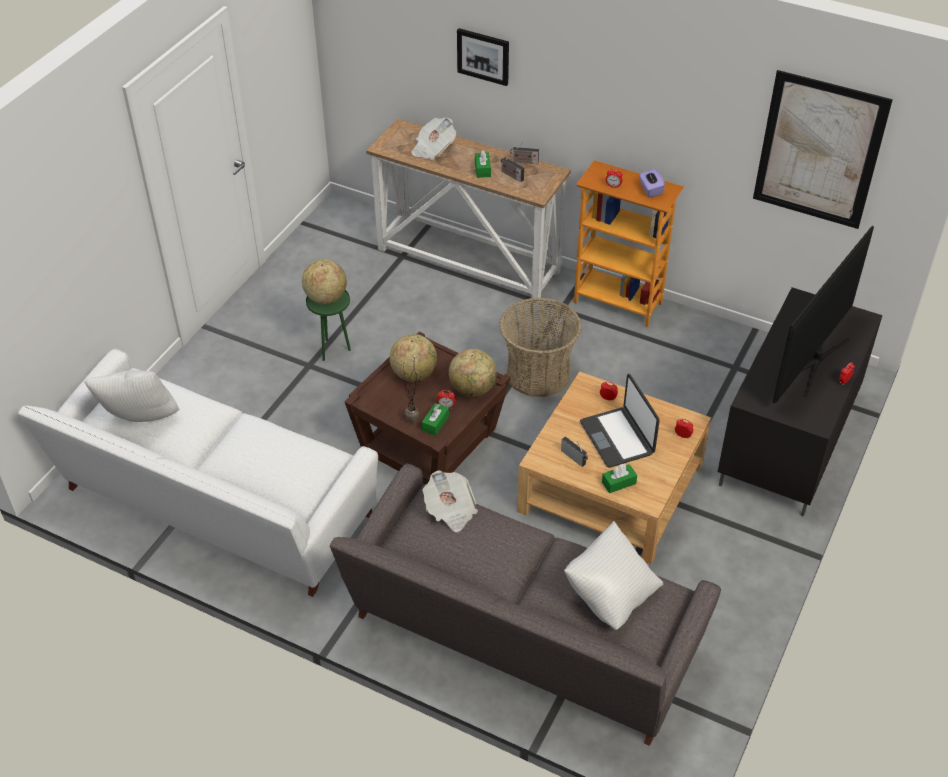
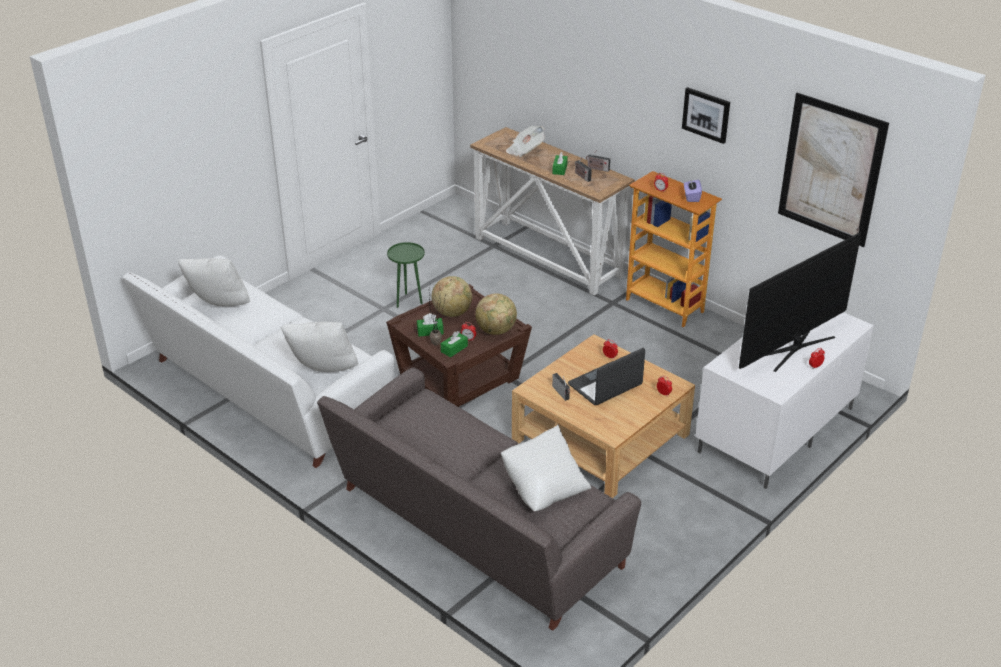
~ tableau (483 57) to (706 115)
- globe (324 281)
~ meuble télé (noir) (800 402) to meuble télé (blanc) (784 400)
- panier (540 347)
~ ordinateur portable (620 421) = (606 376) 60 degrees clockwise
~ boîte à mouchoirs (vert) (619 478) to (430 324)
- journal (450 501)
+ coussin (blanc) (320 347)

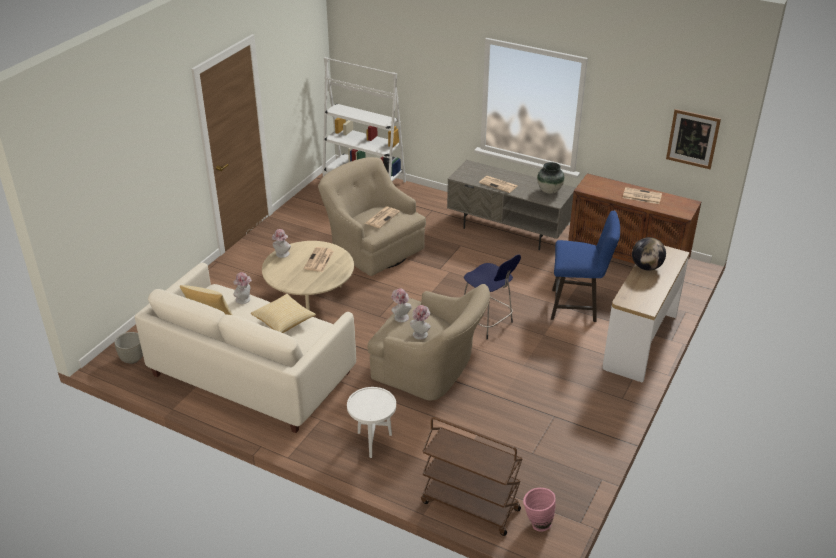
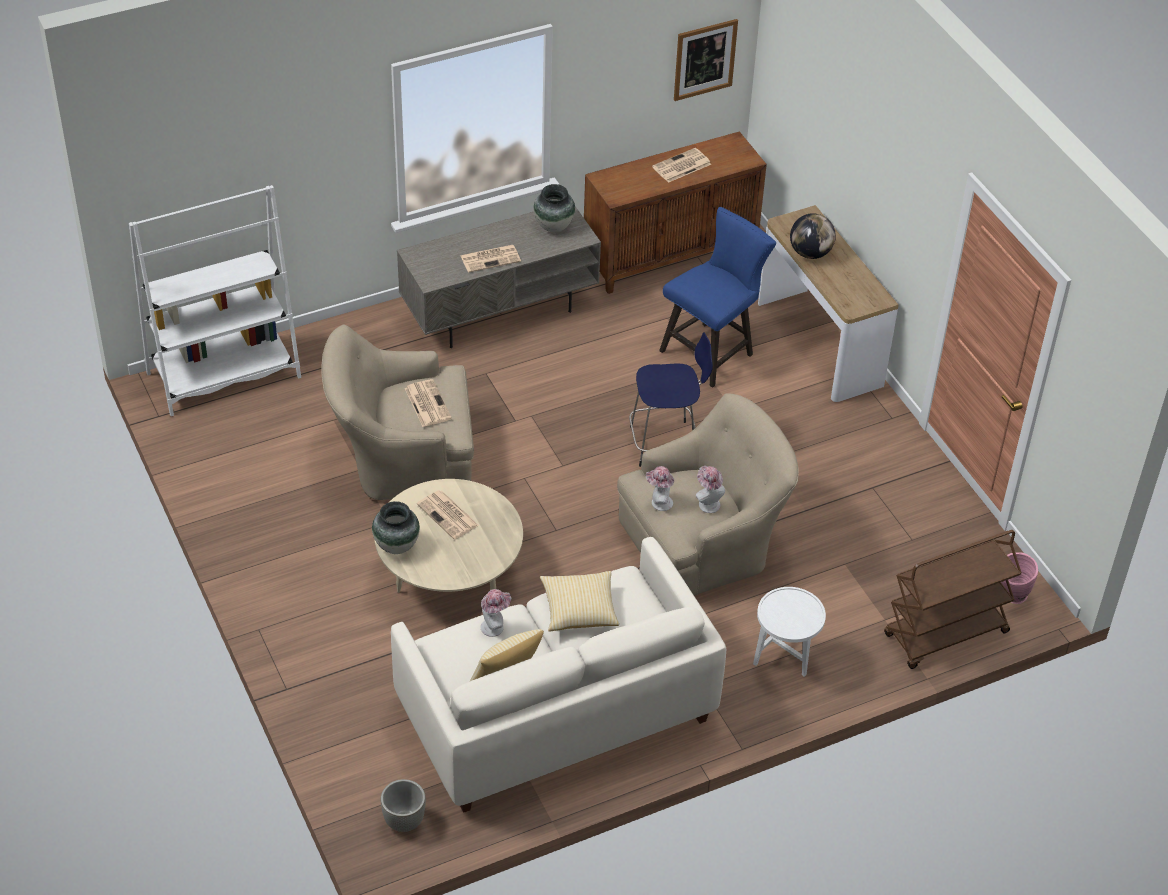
~ chapeau (281 243) to vase (396 527)

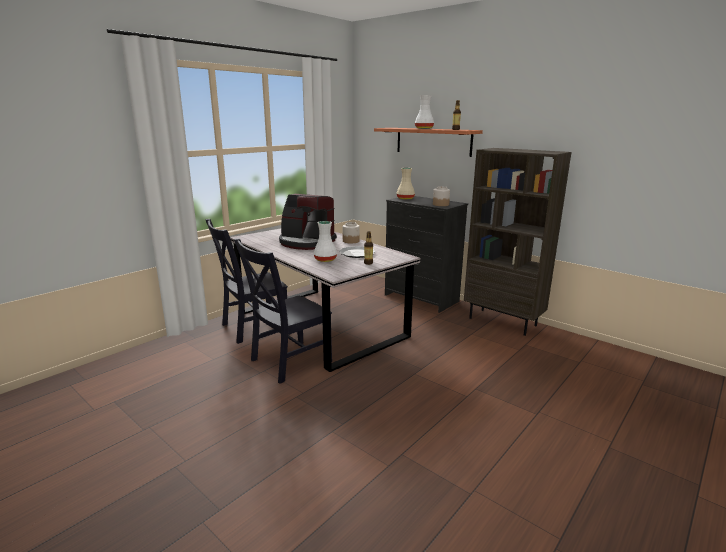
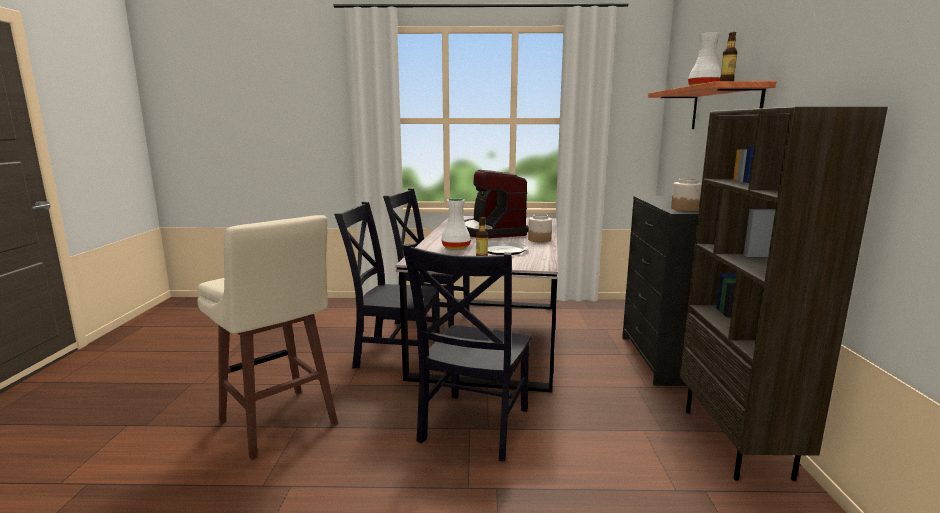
- vase (beige) (406 184)
+ tabouret (beige) (267 337)
+ chaise (noir) (466 352)

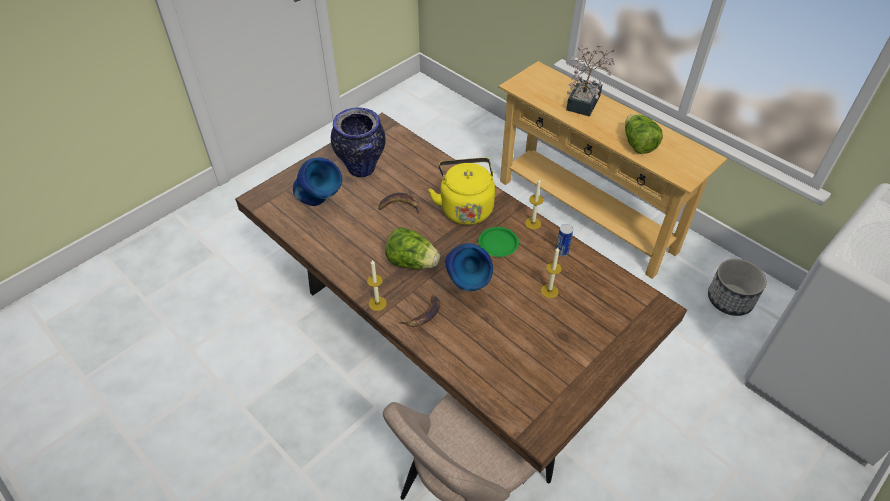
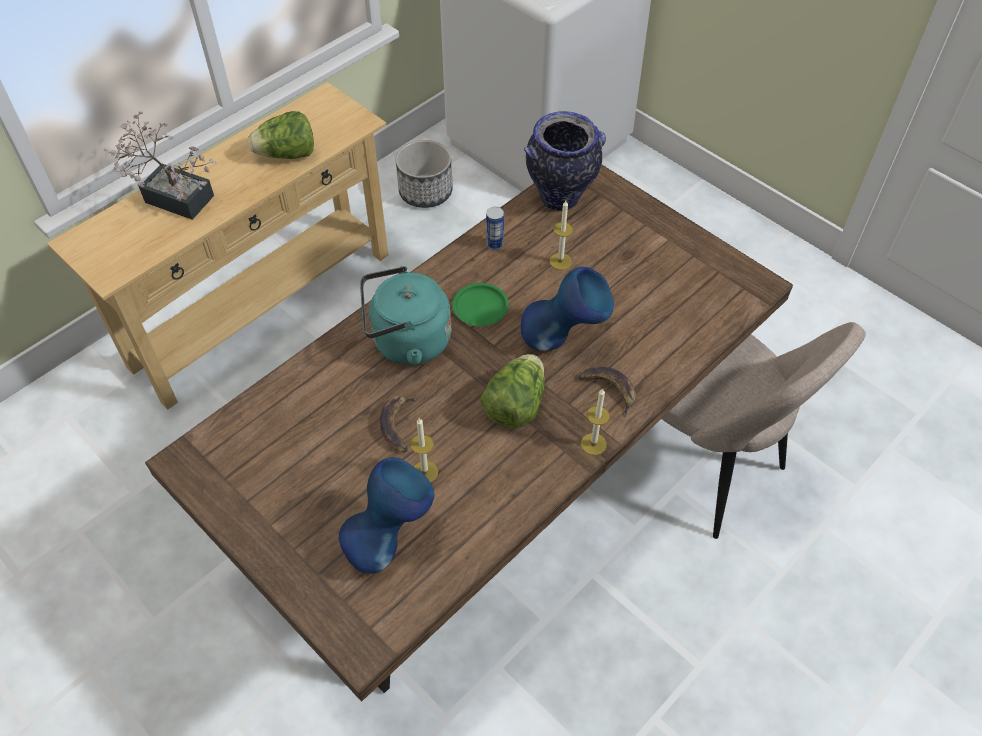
~ vase (358 142) to (565 161)
~ bouilloire (jaune) (461 191) to bouilloire (turquoise) (405 315)
~ bougie (534 203) to (424 450)

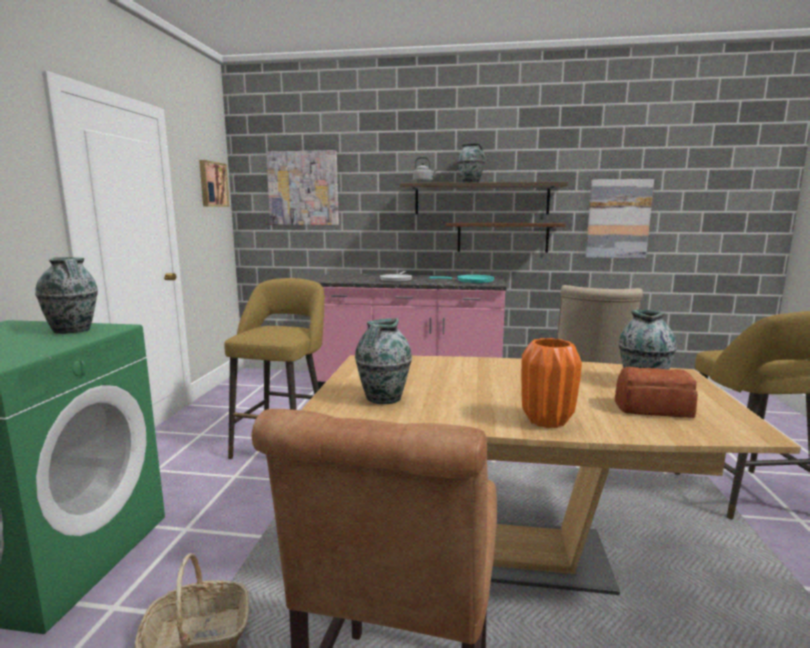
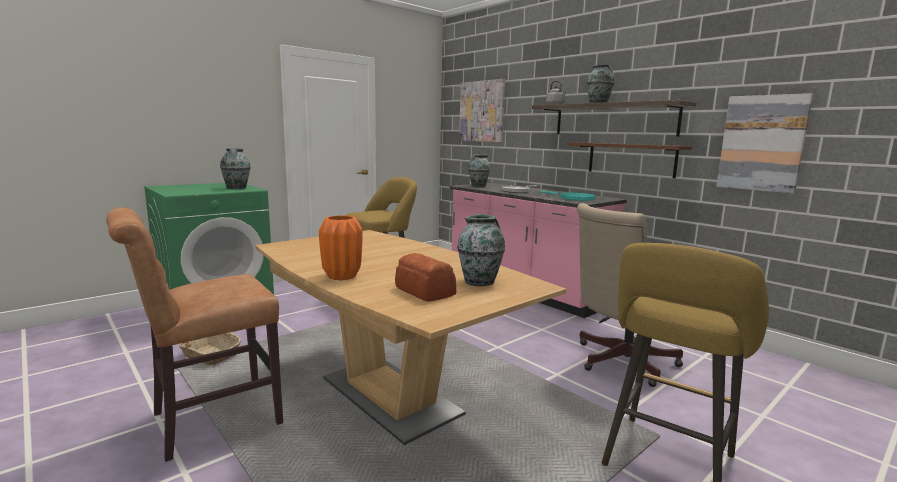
- tableau (214 183)
~ vase (383 361) to (479 170)

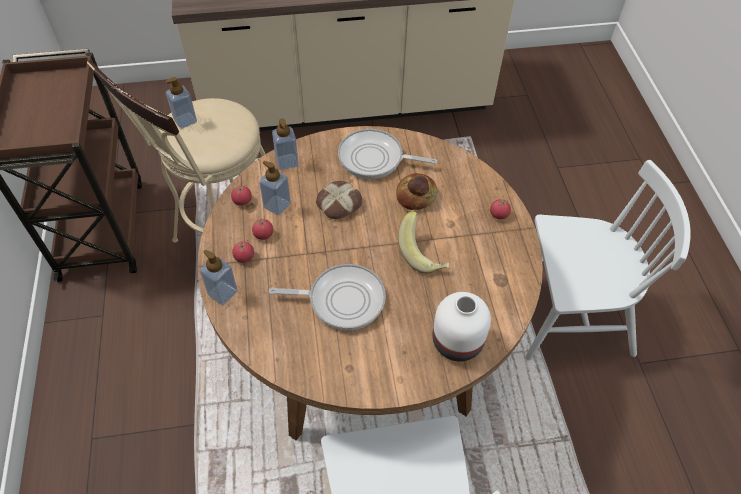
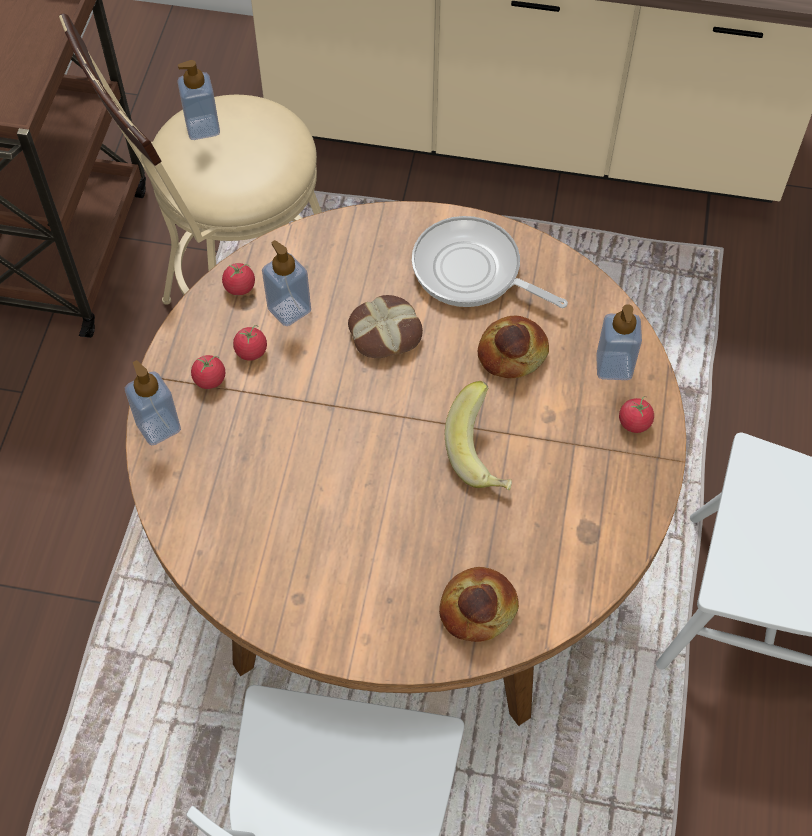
~ distributeur de savon (285 144) to (619 342)
- poêle (327 297)
~ vase (blanc) (461 326) to pain (479 604)

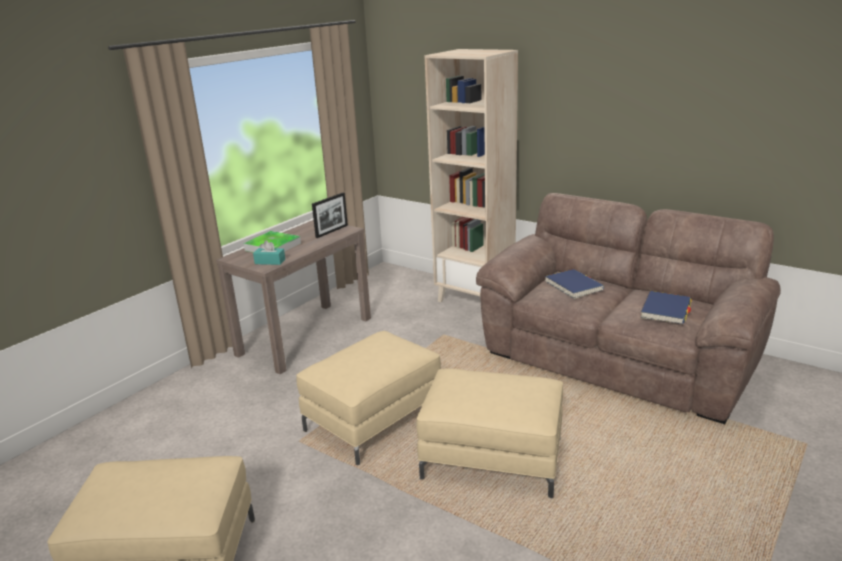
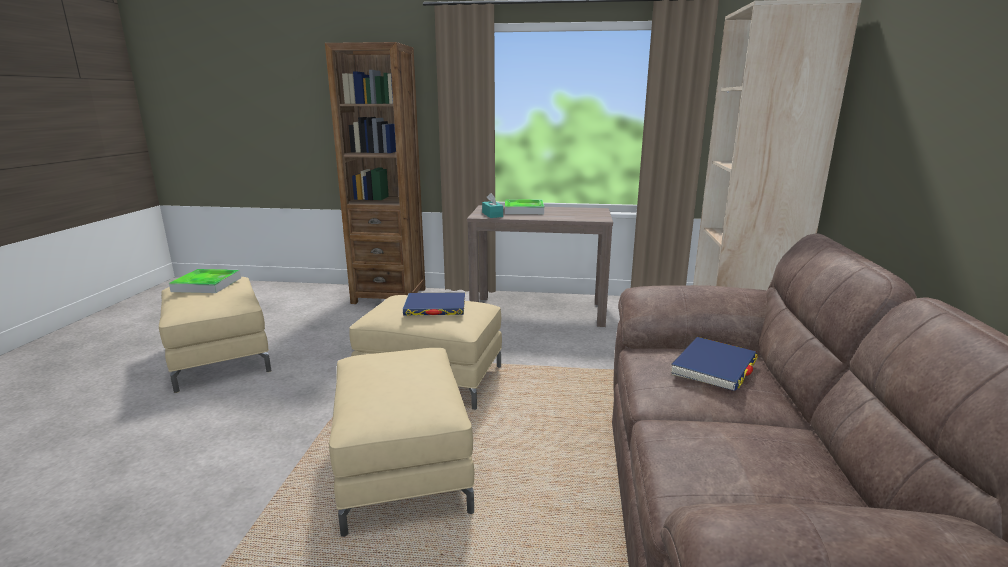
- cadre photo (330 215)
~ livre (bleu) (666 307) to (434 304)
+ bibliothèque (marron) (375 173)
+ plateau (205 281)

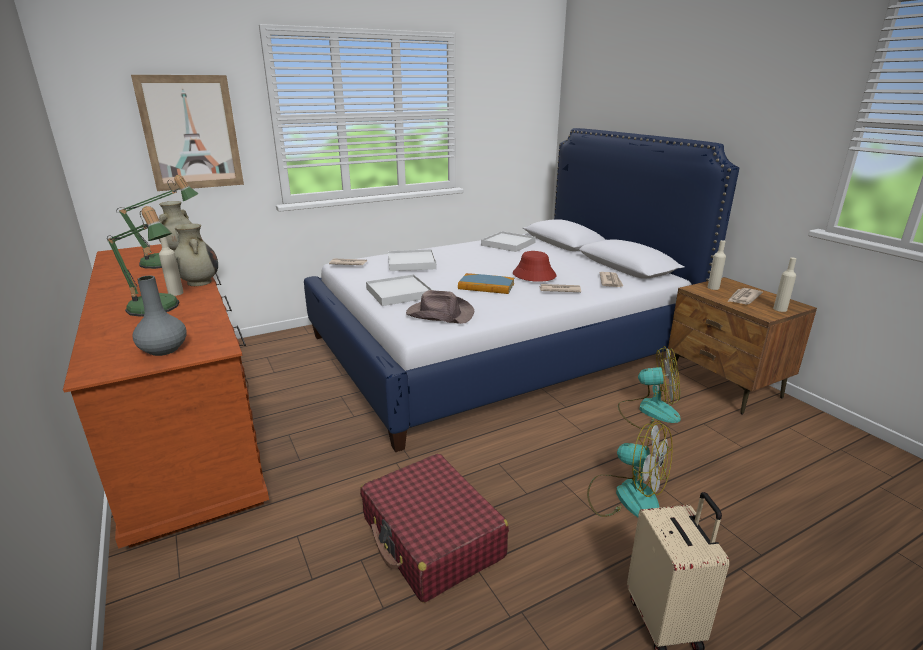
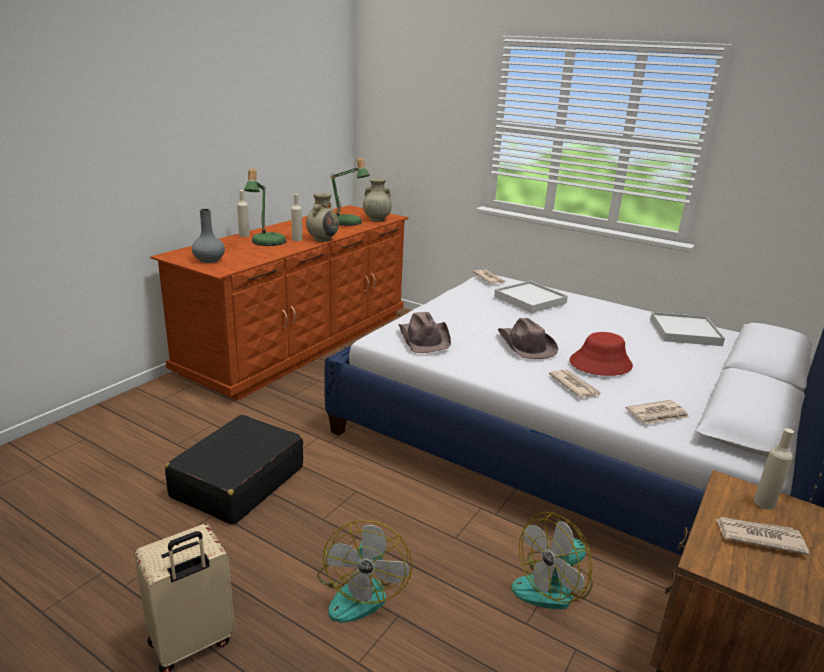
- tableau (187 133)
~ bouteille (beige) (784 285) to (243 213)
~ livre (486 283) to chapeau (marron) (527 338)
- plateau (blanc) (399 290)
~ ventilateur (649 388) = (552 560) 75 degrees clockwise
~ valise (rouge) (434 528) to valise (noir) (234 470)

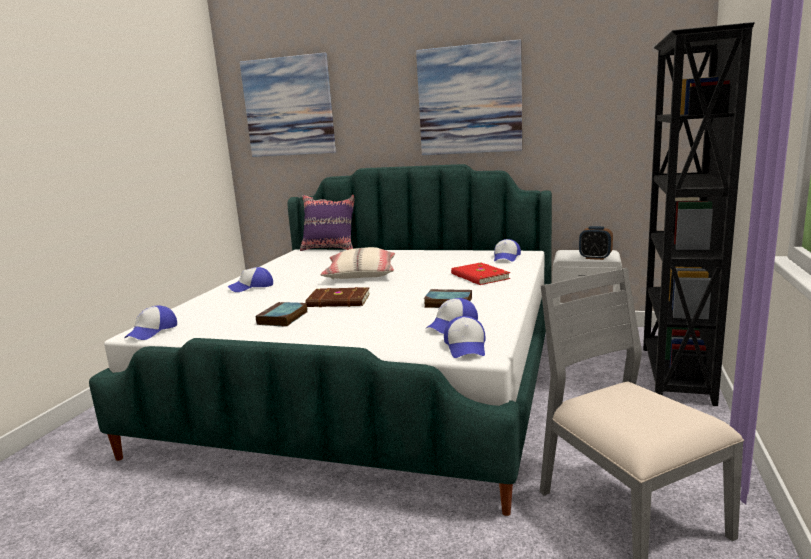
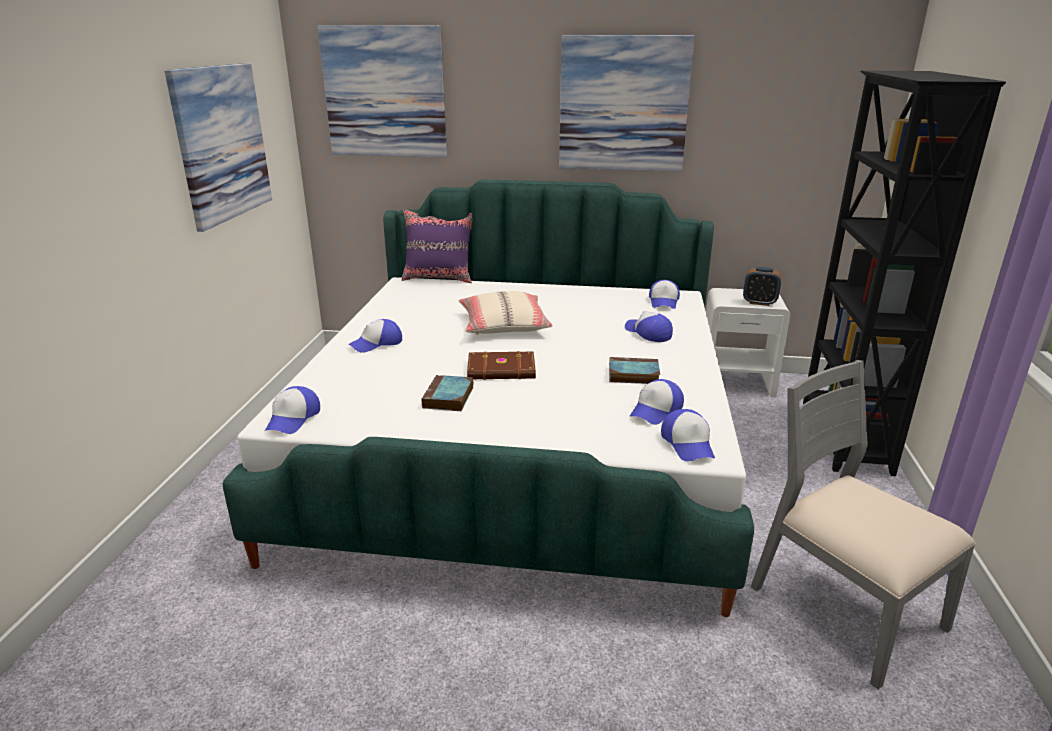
~ livre (rouge) (480 274) to casquette (649 326)
+ tableau (218 147)

